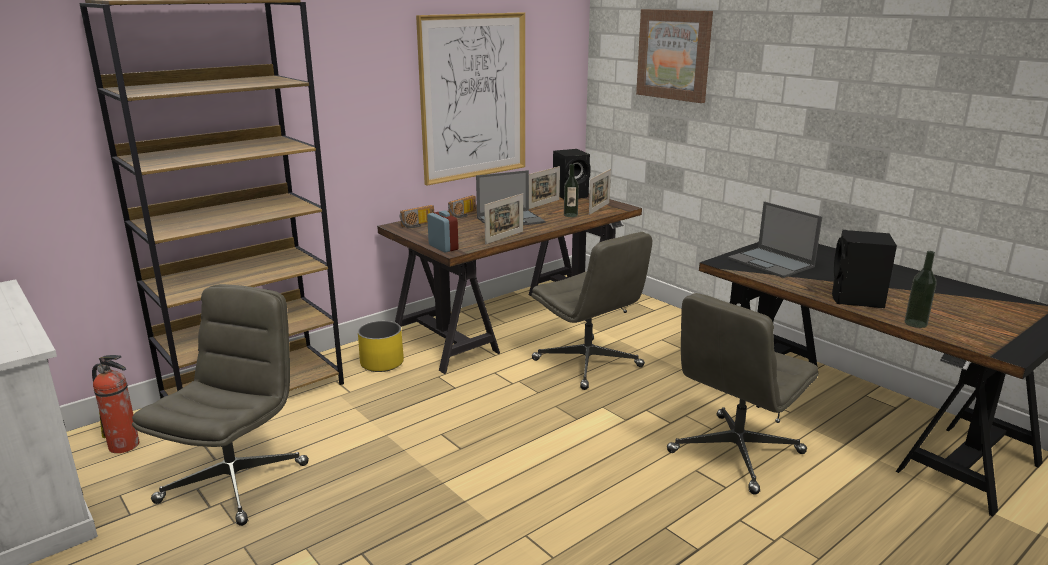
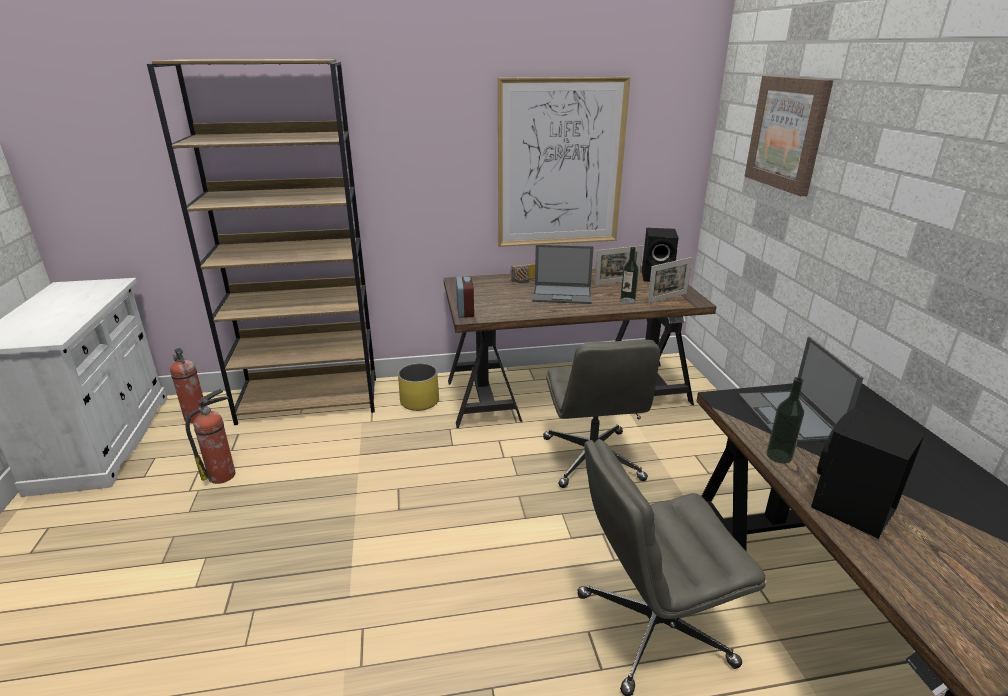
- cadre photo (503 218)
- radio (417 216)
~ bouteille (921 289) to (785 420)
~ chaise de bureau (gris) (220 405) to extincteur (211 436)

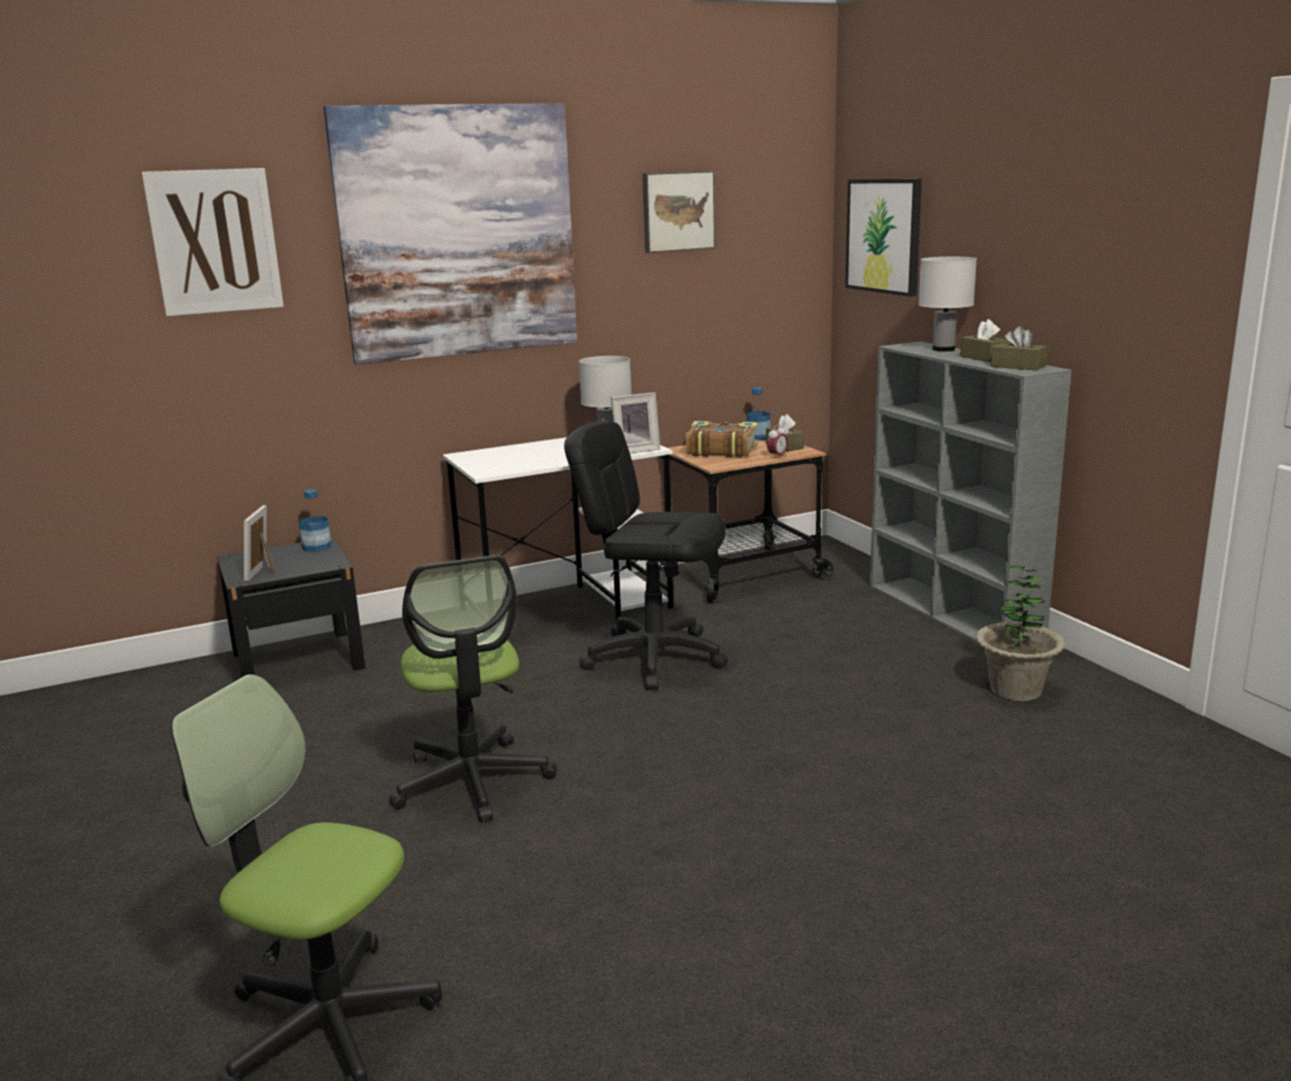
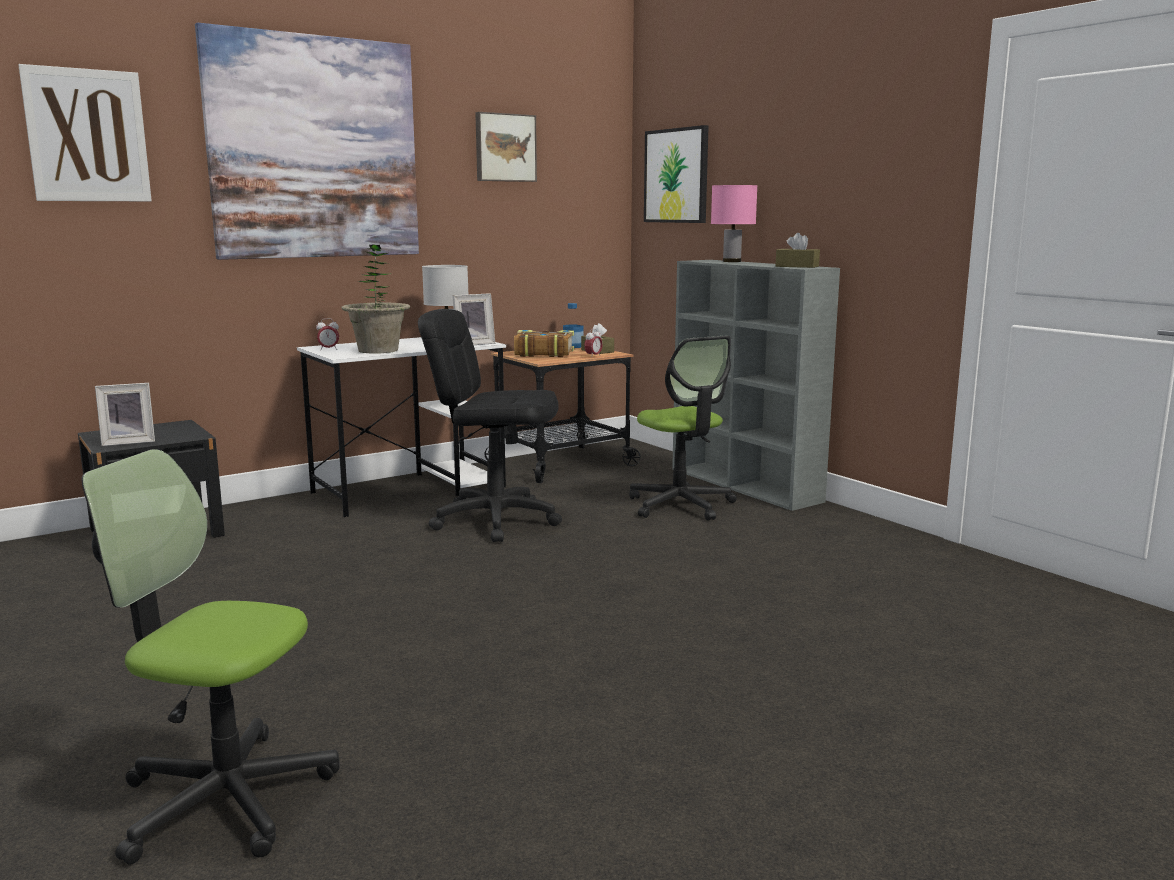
~ lampe de table (blanc) (947 304) to lampe de table (rose) (734 223)
- boîte à mouchoirs (marron) (985 340)
- bouteille (315 520)
~ cadre photo (259 543) = (125 414) 105 degrees counterclockwise
~ chaise de bureau (473 688) to (683 428)
~ plante en pot (1020 633) to (375 299)
+ réveil (327 334)

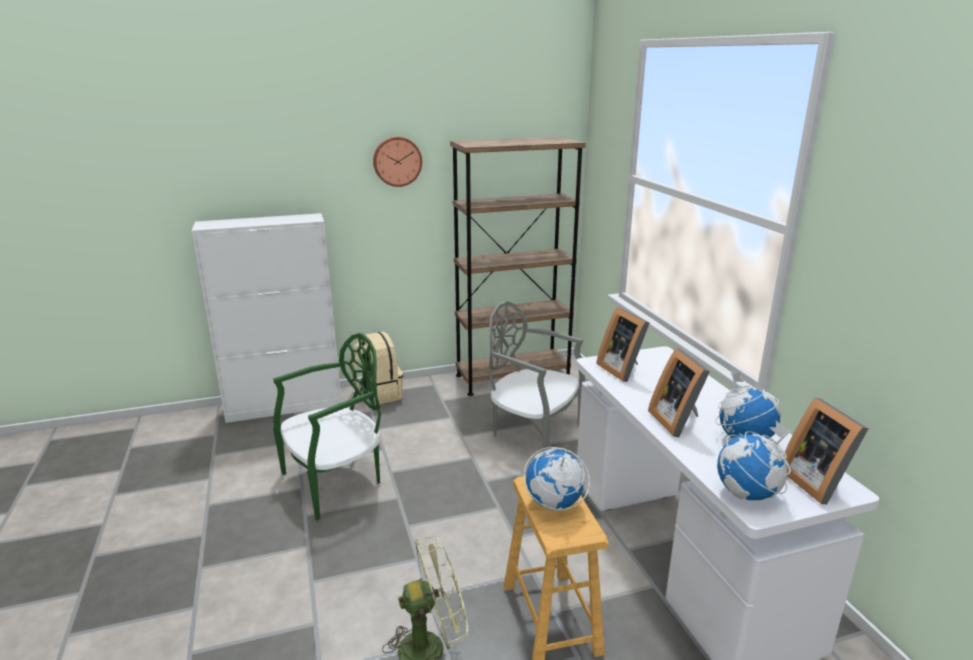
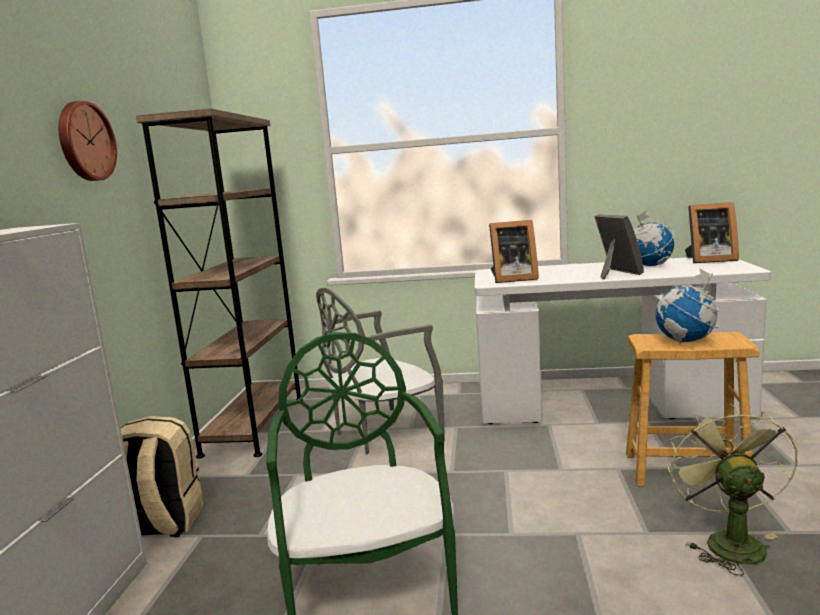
~ cadre photo (679 393) = (619 246) 120 degrees counterclockwise
- globe (754 460)

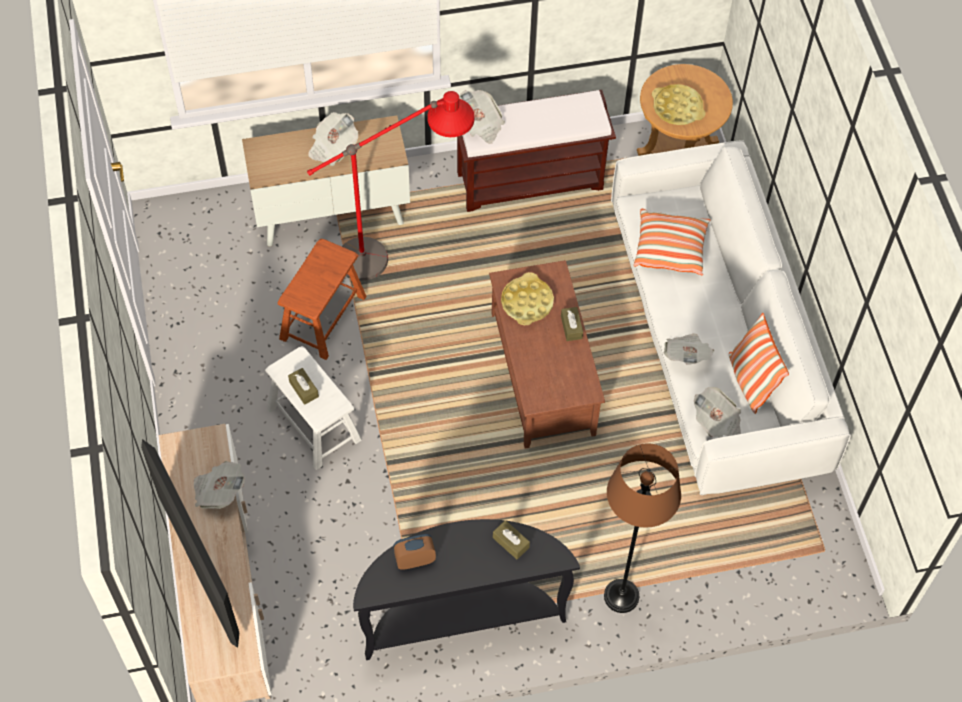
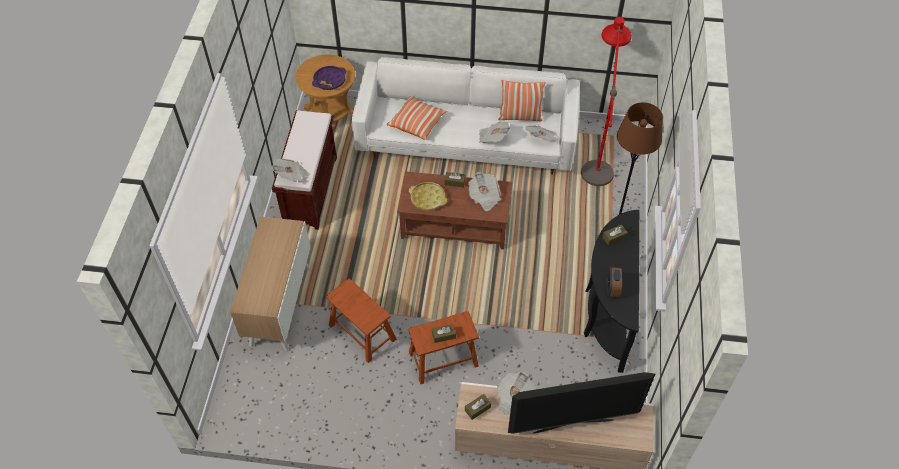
~ plateau (jaune) (679 104) to plateau (violet) (329 78)
~ lampadaire (rouge) (391 186) to (606 101)
~ journal (333 139) to (484 191)
~ tabouret (blanc) (313 408) to tabouret (marron) (443 347)
+ boîte à mouchoirs (marron) (478 407)

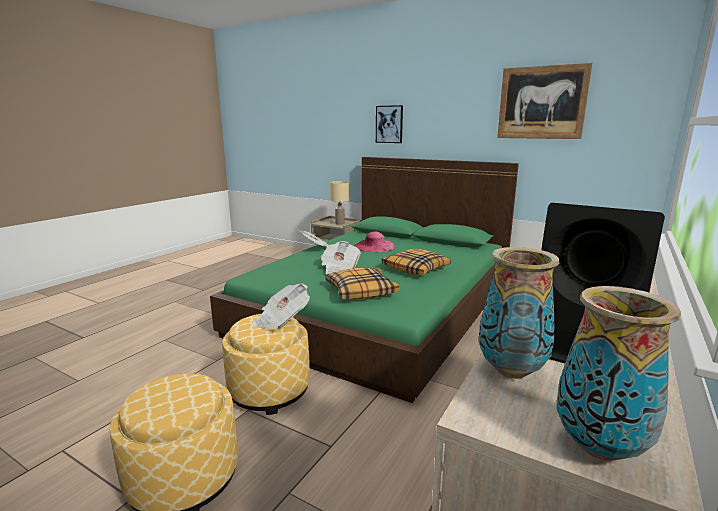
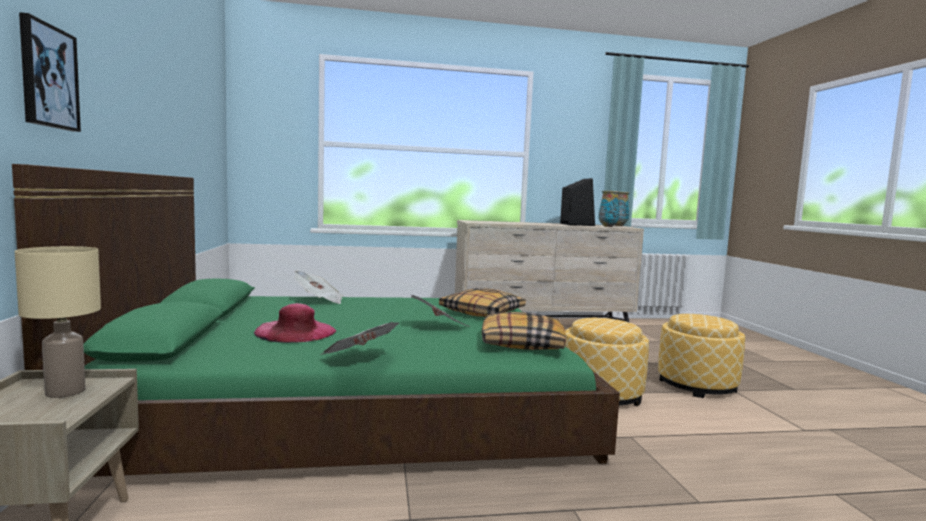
- tableau (544 101)
~ coussin (416 262) to (524 331)
~ journal (281 307) to (318 287)

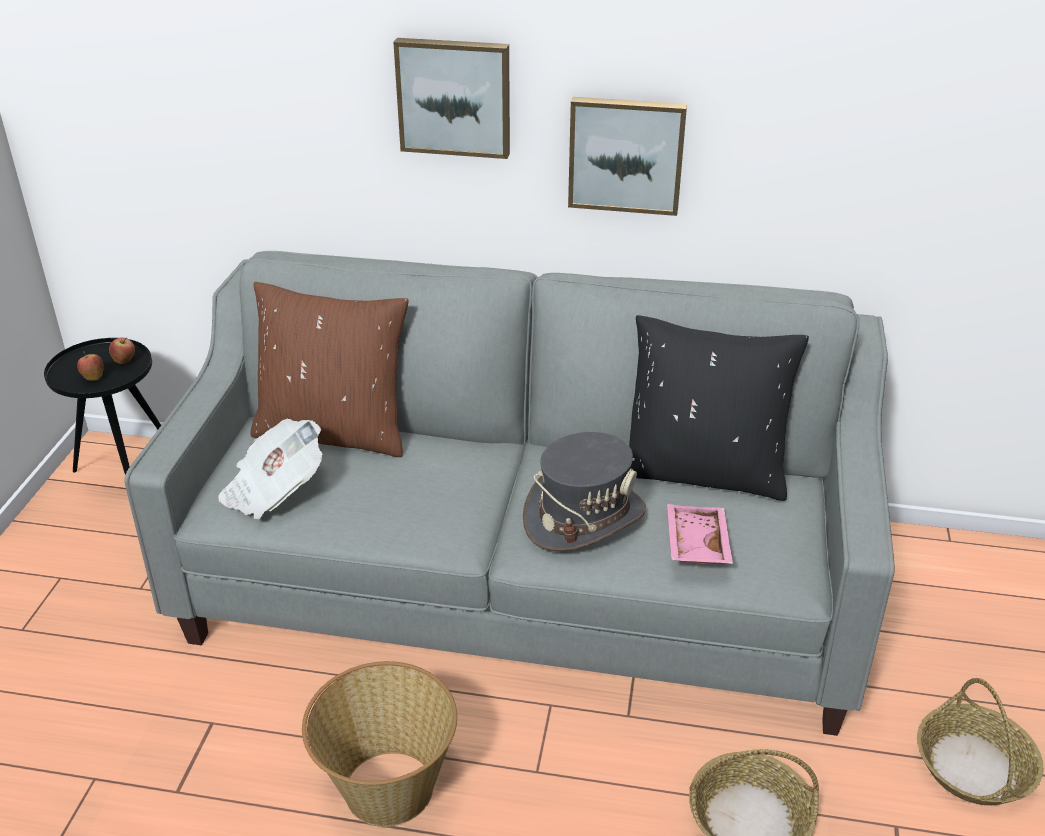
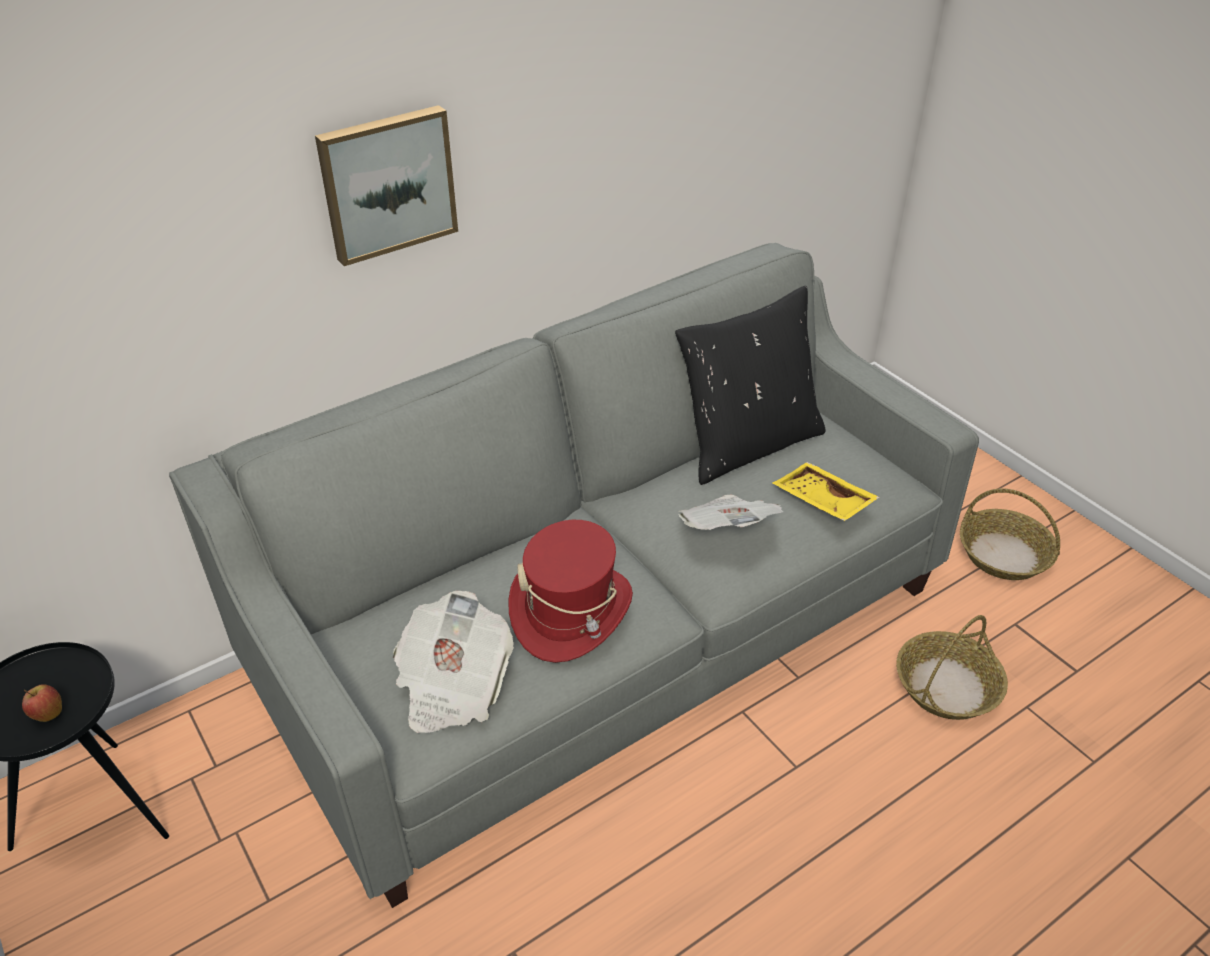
- tableau (627 156)
- coussin (marron) (329 369)
- pomme (122 350)
~ chapeau (gris) (584 491) to journal (730 512)
~ plateau (rose) (700 534) to plateau (jaune) (826 491)
- panier (379 744)
+ chapeau (rouge) (570 591)

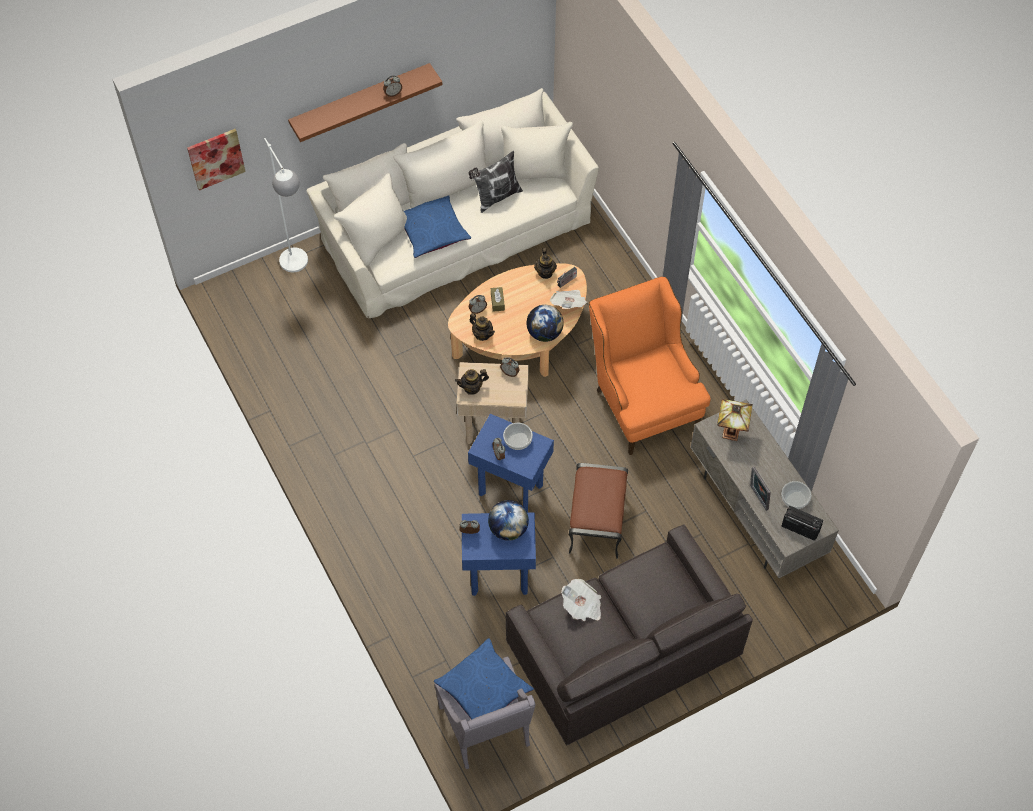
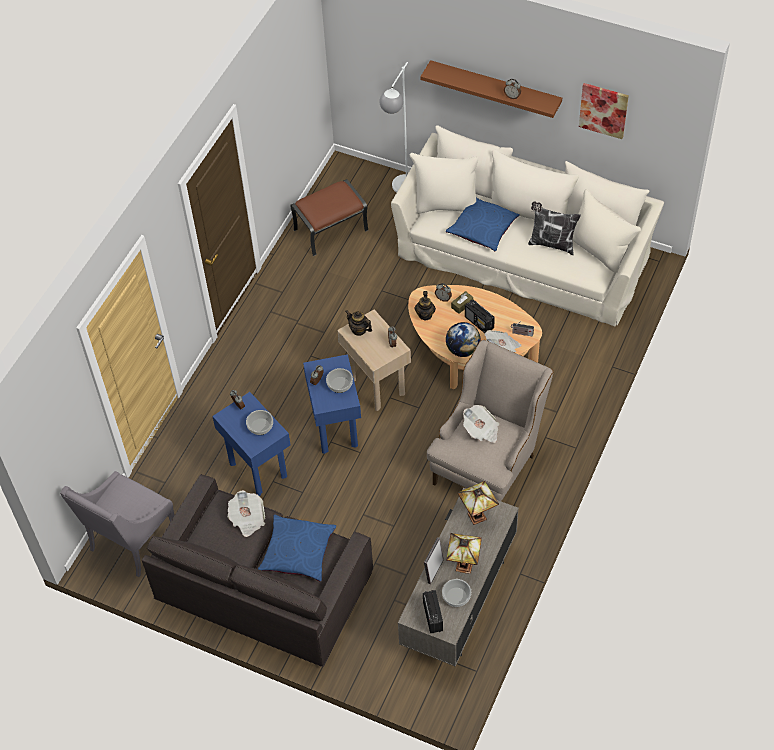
~ tableau (216 159) to (604 111)
- théière (545 263)
~ fauteuil (orange) (650 365) to fauteuil (beige) (490 420)
~ pouf (marron) (598 511) to (329 217)
~ globe (508 520) to bol (259 422)
~ coussin (bleu) (484 679) to (297 548)
+ radio (480 316)
+ journal (481 424)
+ lampe de table (464 553)

